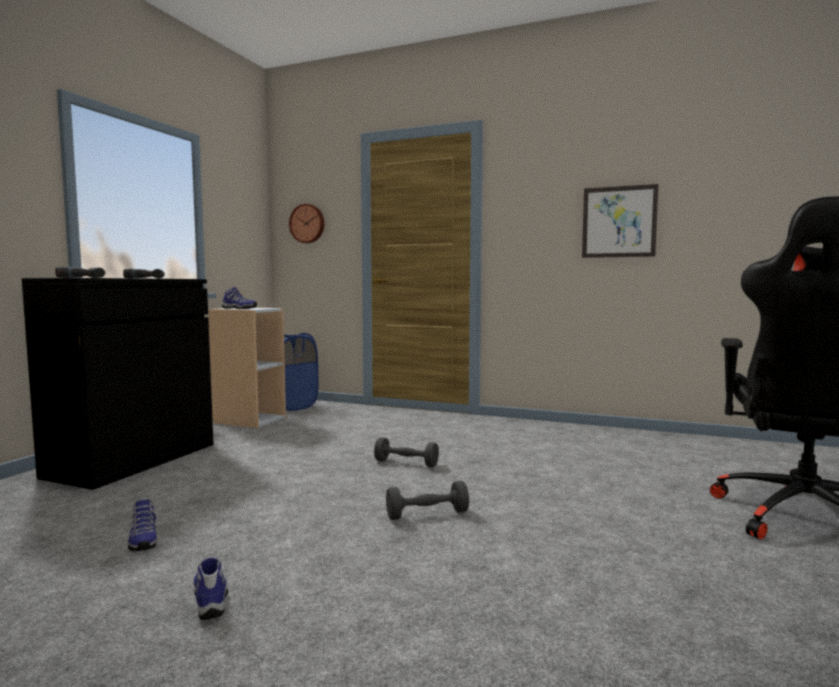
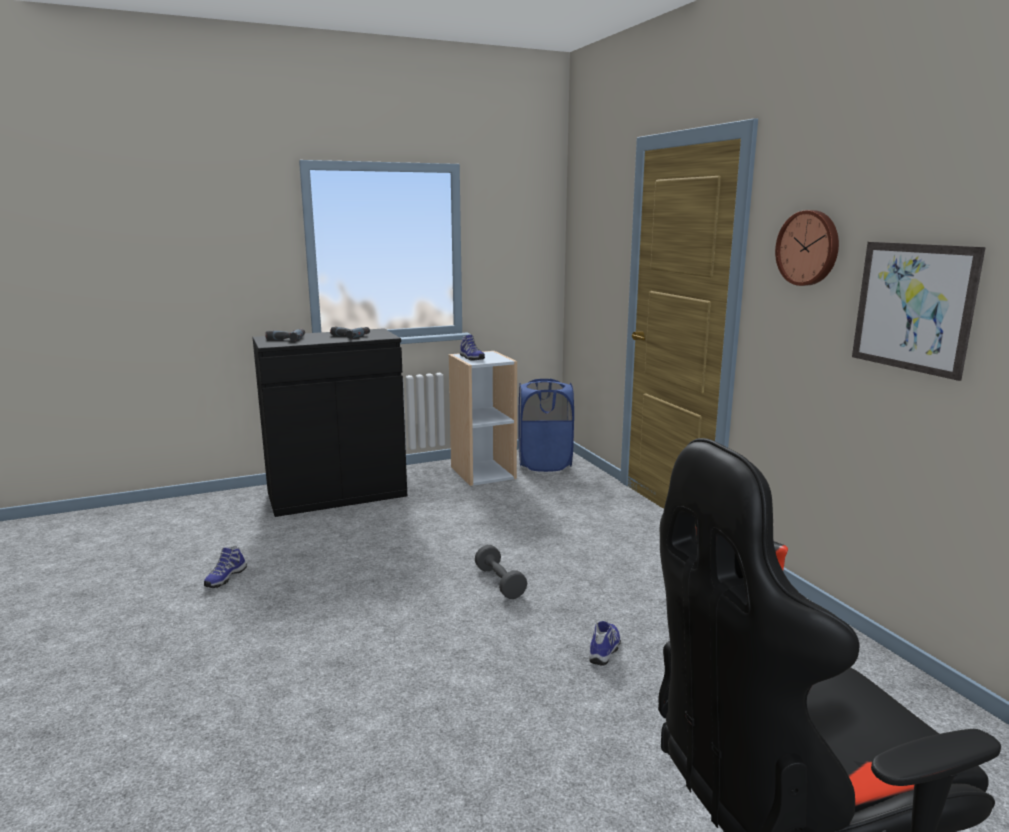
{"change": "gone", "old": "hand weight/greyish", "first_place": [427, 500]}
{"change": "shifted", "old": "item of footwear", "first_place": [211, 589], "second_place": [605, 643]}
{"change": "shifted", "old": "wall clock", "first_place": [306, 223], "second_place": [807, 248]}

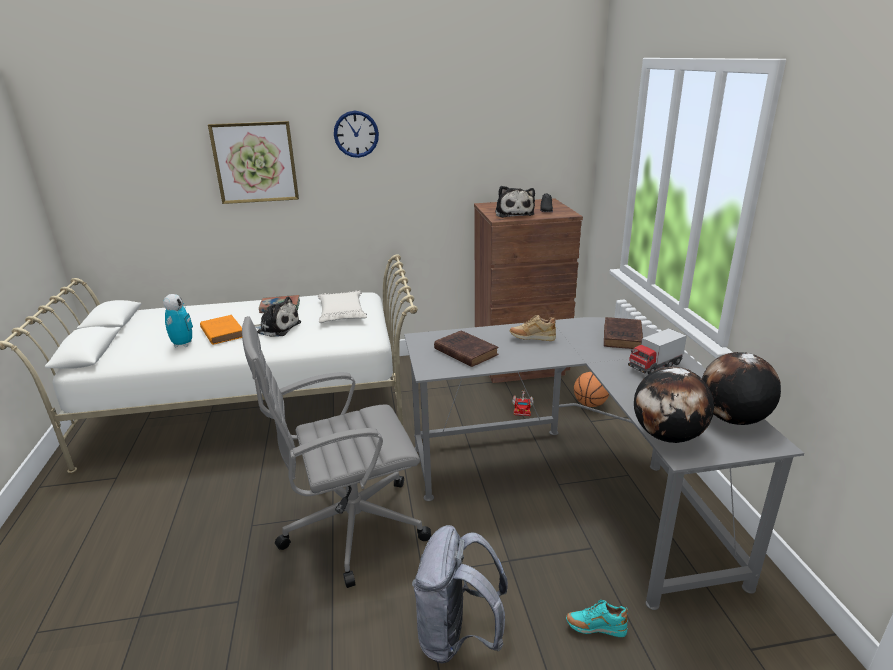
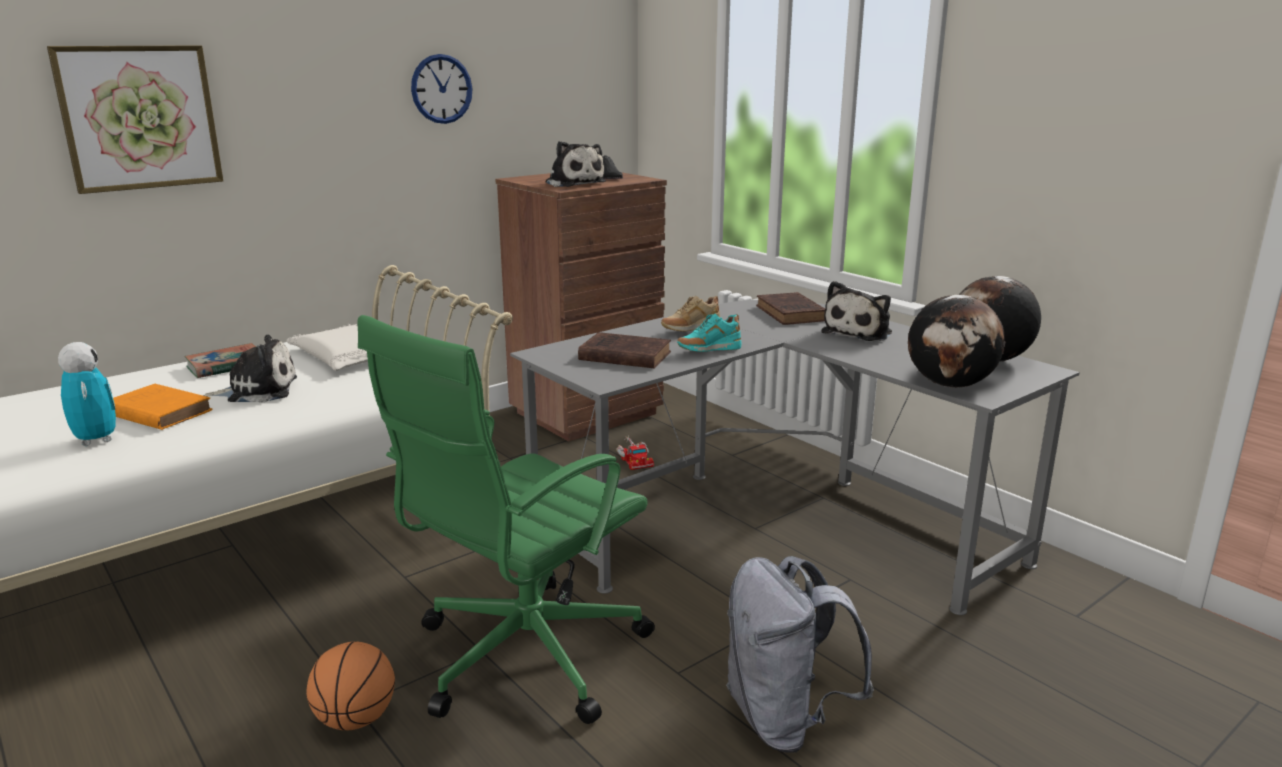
{"change": "shifted", "old": "wall clock", "first_place": [356, 134], "second_place": [442, 89]}
{"change": "shifted", "old": "item of footwear/blue-green", "first_place": [597, 618], "second_place": [709, 333]}
{"change": "shifted", "old": "ball for basketball", "first_place": [591, 389], "second_place": [350, 686]}
{"change": "swapped", "old": "model truck", "new": "soft toy", "first_place": [657, 351], "second_place": [856, 311]}
{"change": "repainted", "old": "office chair/greyish", "new": "office chair/green", "first_place": [336, 452], "second_place": [506, 519]}

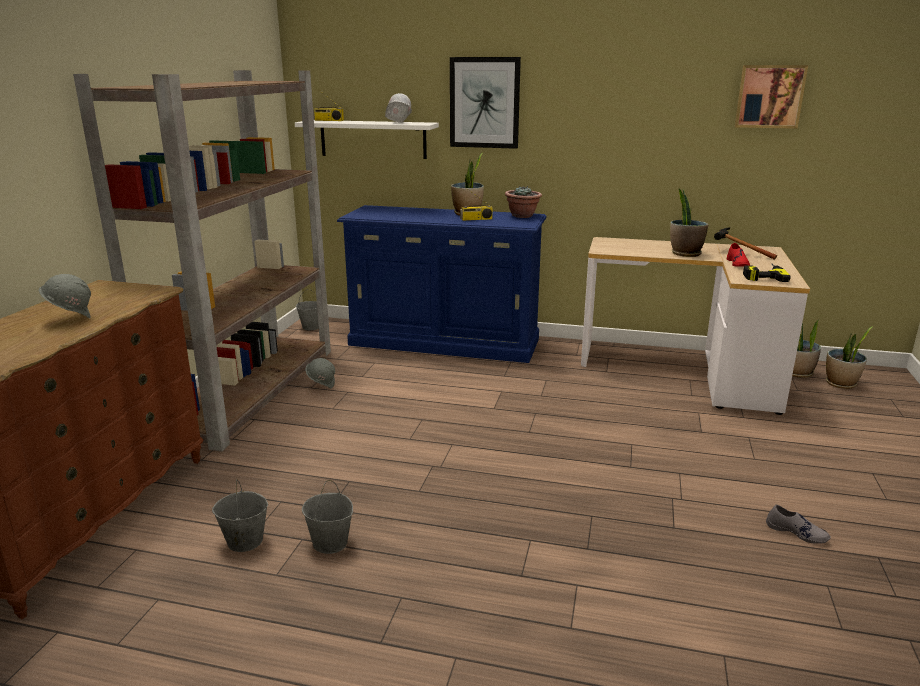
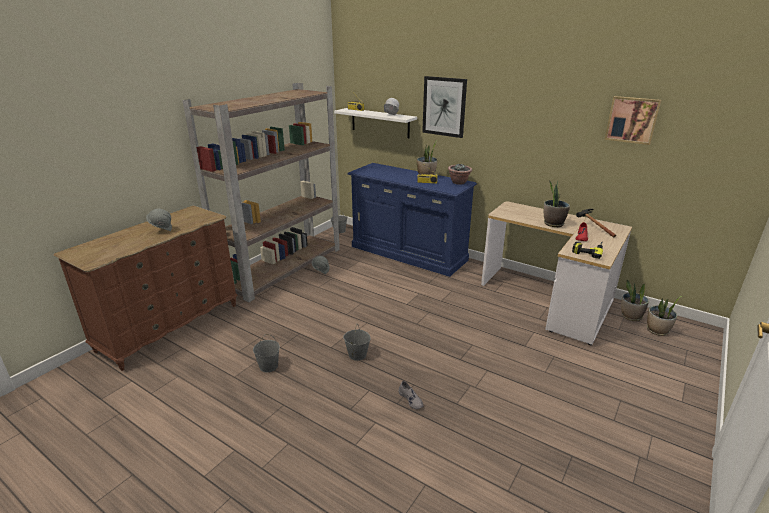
{"change": "shifted", "old": "pail/greyish", "first_place": [240, 515], "second_place": [357, 342]}
{"change": "shifted", "old": "item of footwear/greyish", "first_place": [798, 524], "second_place": [411, 395]}

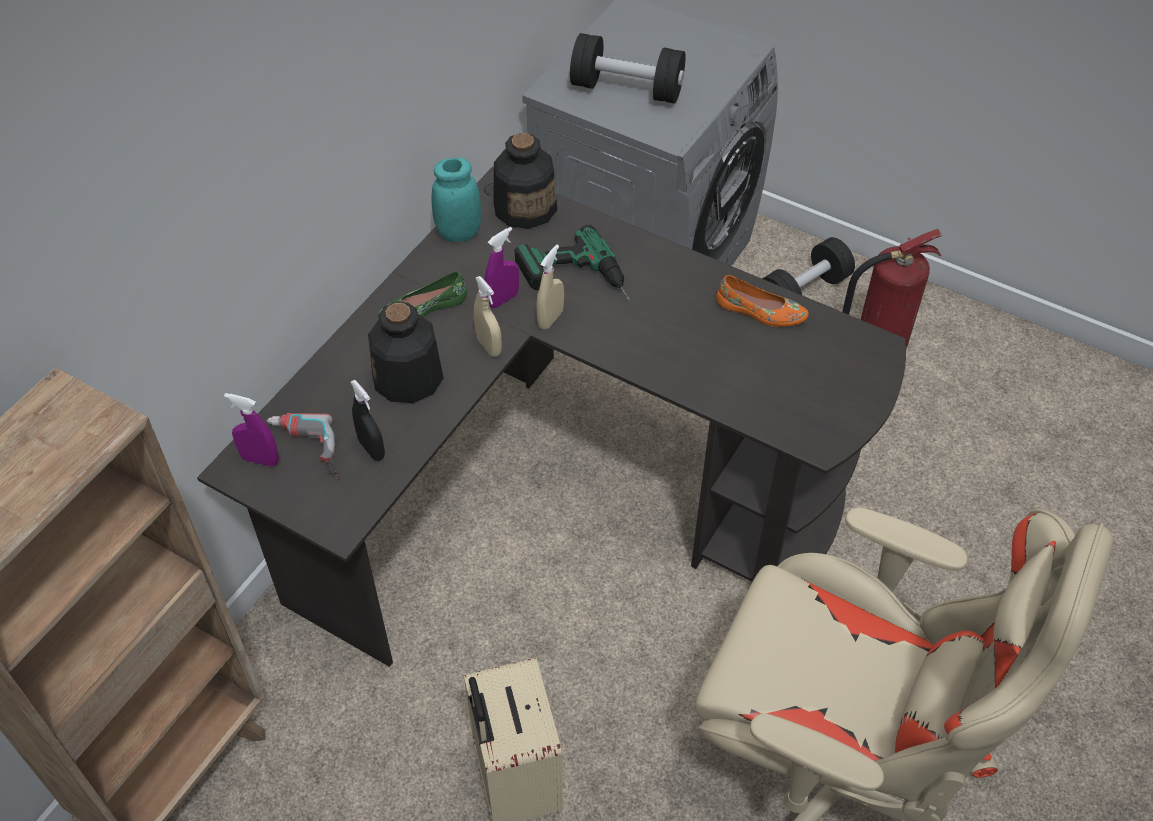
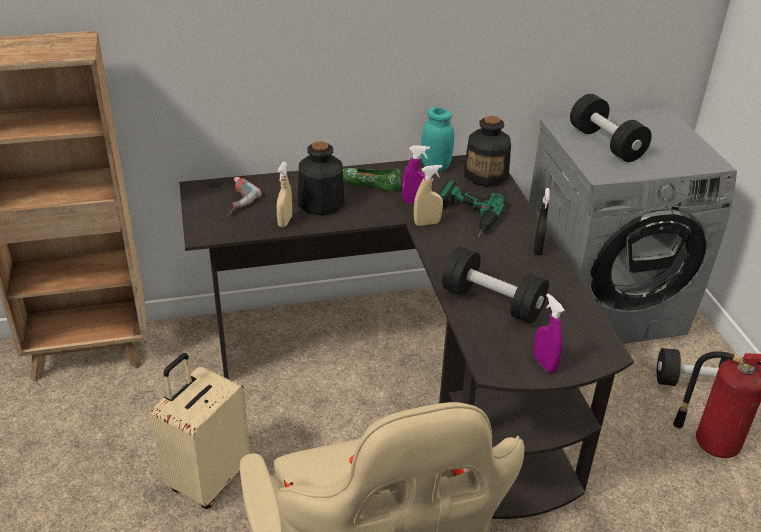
{"change": "gone", "old": "item of footwear/orangey", "first_place": [762, 301]}
{"change": "new", "new": "hand weight/blackish", "second_place": [495, 285]}
{"change": "shifted", "old": "hand sprayer/purple", "first_place": [251, 430], "second_place": [549, 333]}
{"change": "shifted", "old": "hand sprayer/blackish", "first_place": [367, 420], "second_place": [542, 221]}
{"change": "shifted", "old": "hand sprayer/beige", "first_place": [487, 316], "second_place": [284, 194]}

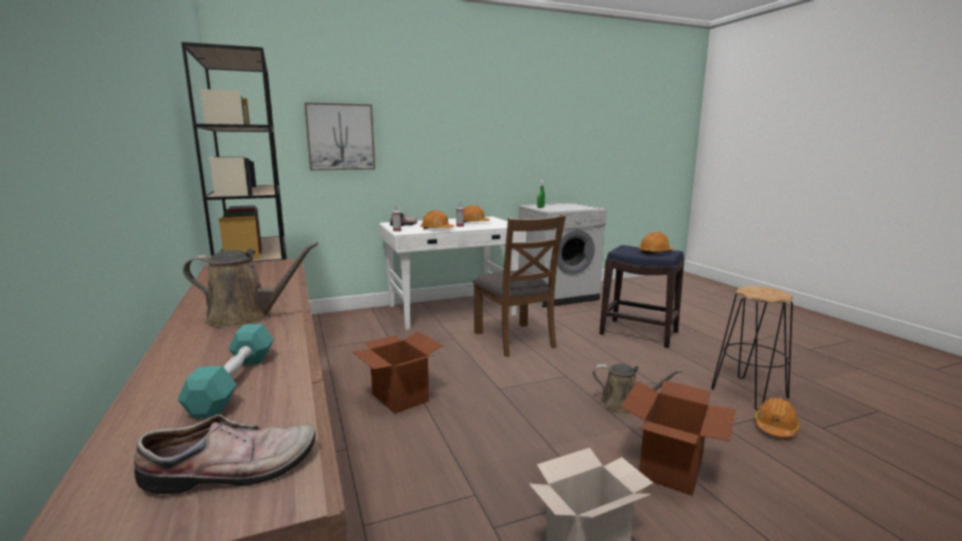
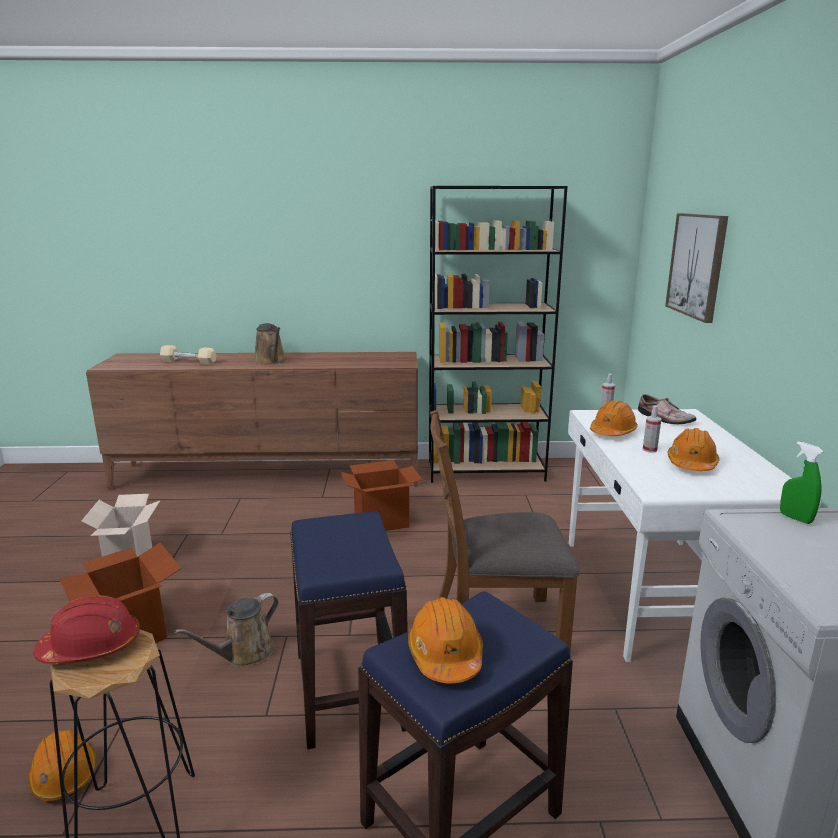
{"change": "gone", "old": "item of footwear", "first_place": [225, 454]}
{"change": "new", "new": "hard hat/red", "second_place": [86, 629]}
{"change": "new", "new": "stool", "second_place": [349, 630]}
{"change": "repainted", "old": "hand weight/blue-green", "new": "hand weight/beige", "first_place": [225, 371], "second_place": [188, 355]}
{"change": "rotated", "old": "watering can/brownish", "first_place": [250, 285], "second_place": [270, 343], "degrees": -45}

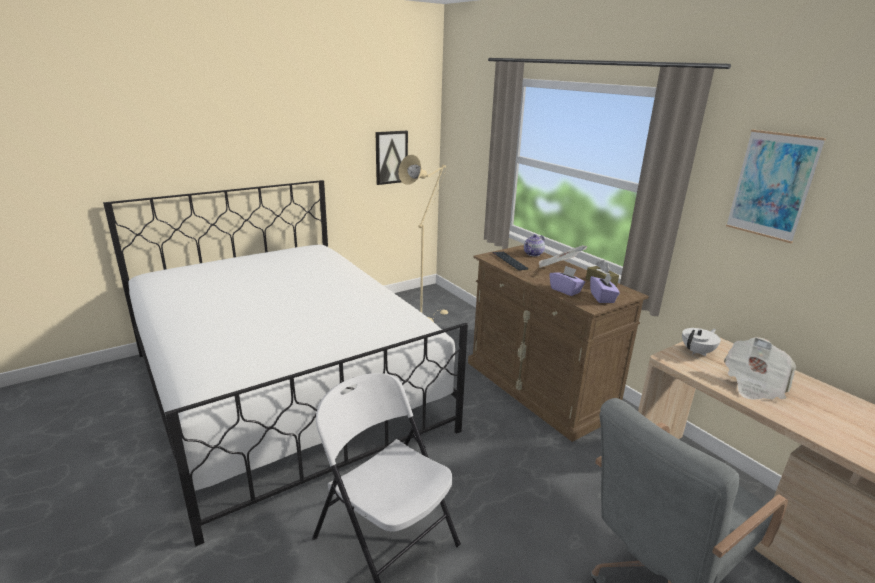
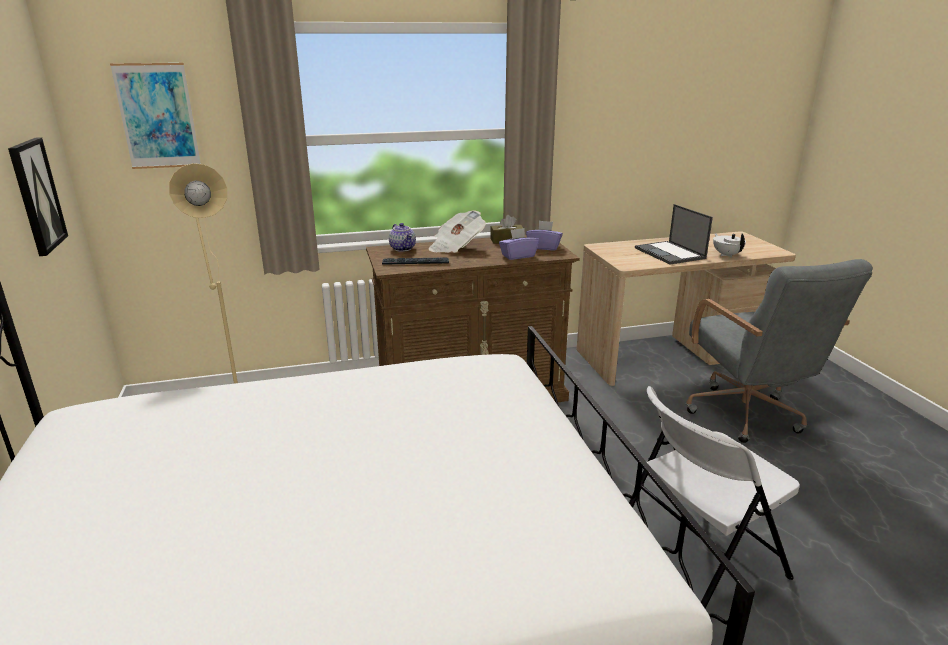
{"change": "shifted", "old": "tea pot/whitish", "first_place": [701, 342], "second_place": [729, 245]}
{"change": "shifted", "old": "wall art", "first_place": [776, 186], "second_place": [155, 116]}
{"change": "swapped", "old": "printed paper", "new": "portable computer", "first_place": [760, 368], "second_place": [674, 234]}

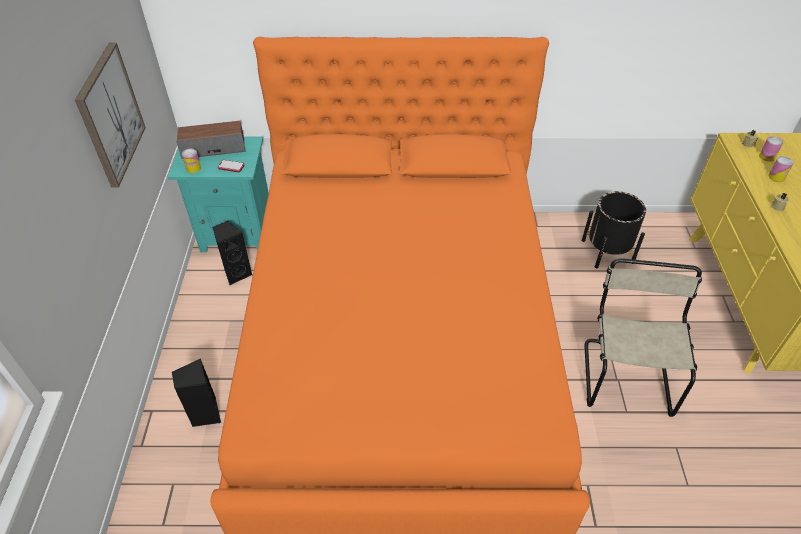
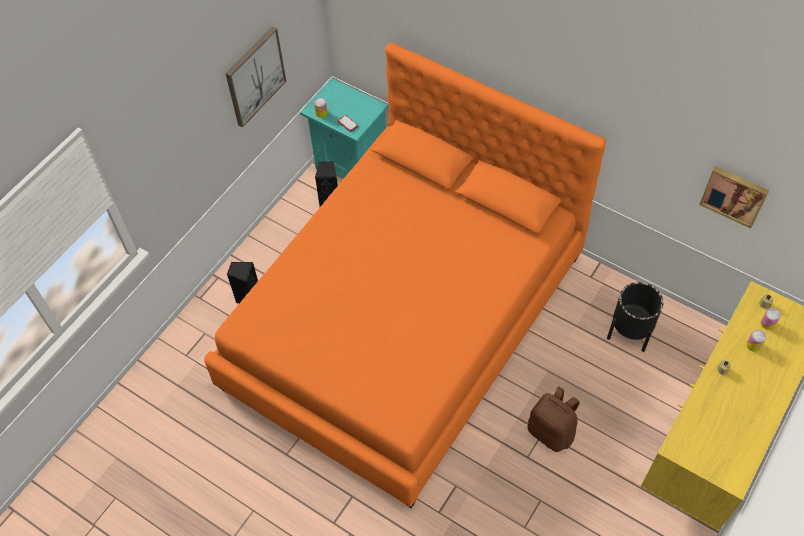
{"change": "gone", "old": "loudspeaker", "first_place": [210, 140]}
{"change": "new", "new": "wall art", "second_place": [734, 197]}
{"change": "swapped", "old": "plain chair/beige", "new": "backpack/brownish", "first_place": [643, 337], "second_place": [554, 419]}

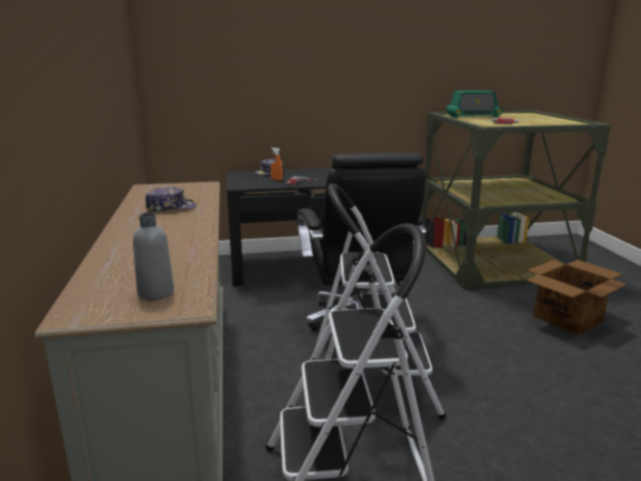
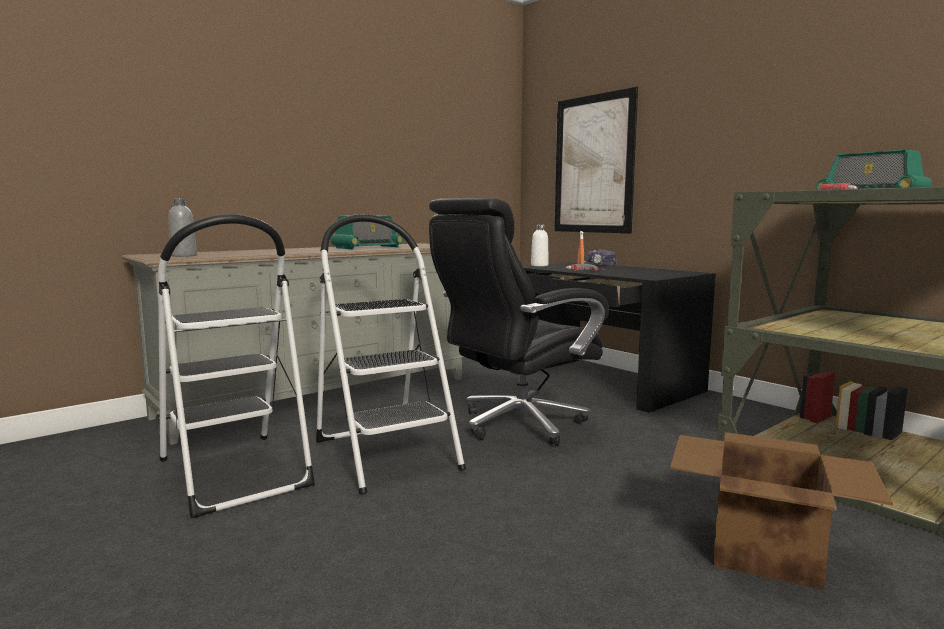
{"change": "new", "new": "bottle/whitish", "second_place": [540, 245]}
{"change": "new", "new": "wall art", "second_place": [596, 160]}
{"change": "swapped", "old": "peaked cap", "new": "radio set", "first_place": [170, 199], "second_place": [367, 232]}

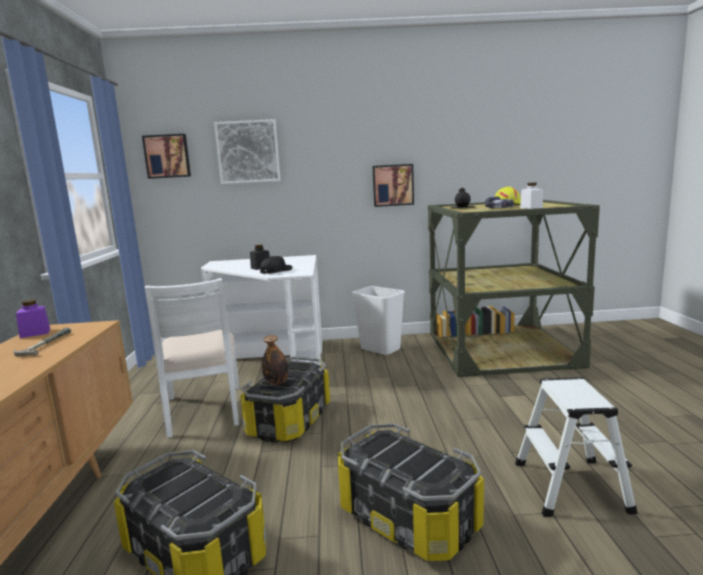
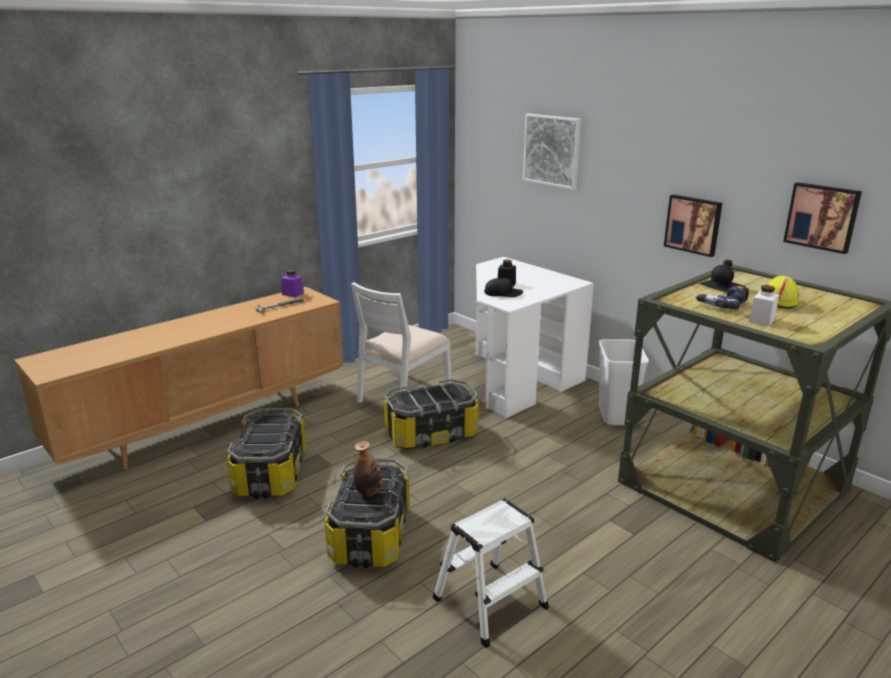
{"change": "shifted", "old": "wall art", "first_place": [166, 156], "second_place": [822, 218]}
{"change": "shifted", "old": "bottle", "first_place": [275, 360], "second_place": [368, 468]}

